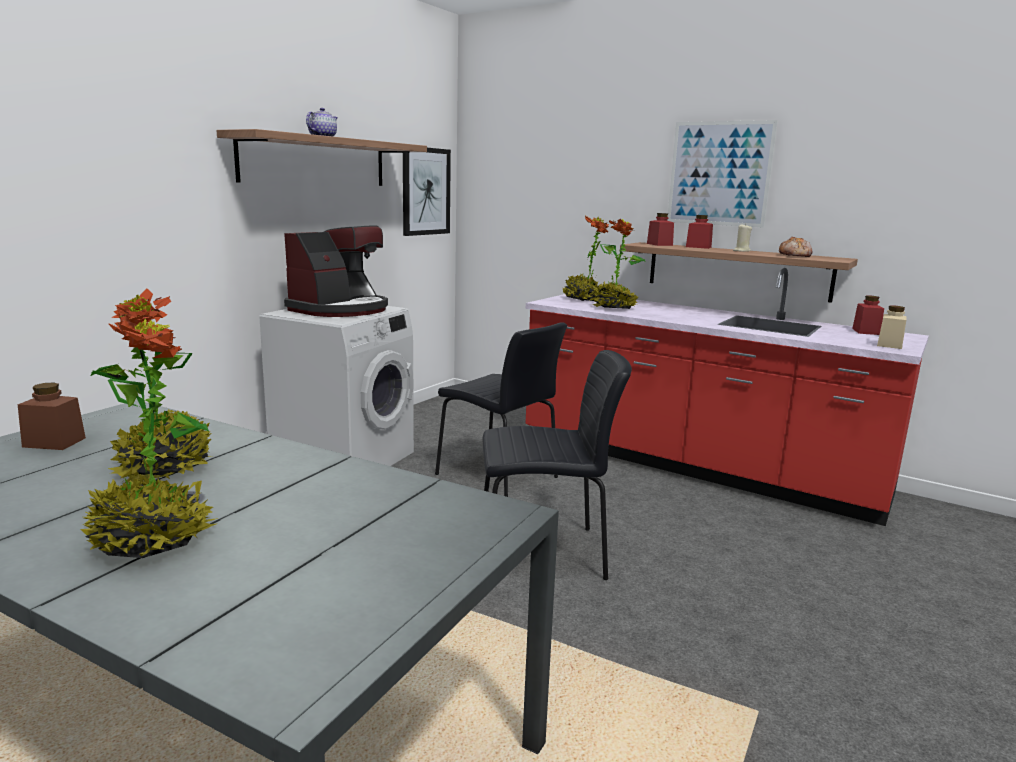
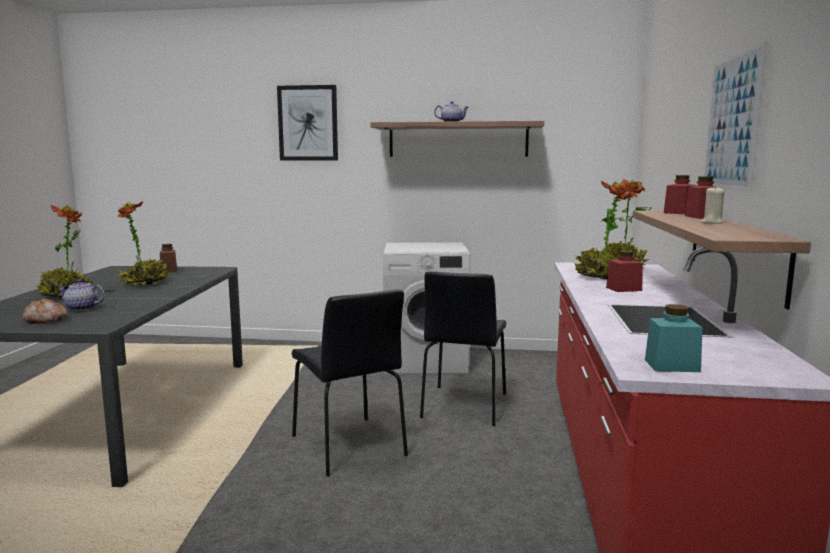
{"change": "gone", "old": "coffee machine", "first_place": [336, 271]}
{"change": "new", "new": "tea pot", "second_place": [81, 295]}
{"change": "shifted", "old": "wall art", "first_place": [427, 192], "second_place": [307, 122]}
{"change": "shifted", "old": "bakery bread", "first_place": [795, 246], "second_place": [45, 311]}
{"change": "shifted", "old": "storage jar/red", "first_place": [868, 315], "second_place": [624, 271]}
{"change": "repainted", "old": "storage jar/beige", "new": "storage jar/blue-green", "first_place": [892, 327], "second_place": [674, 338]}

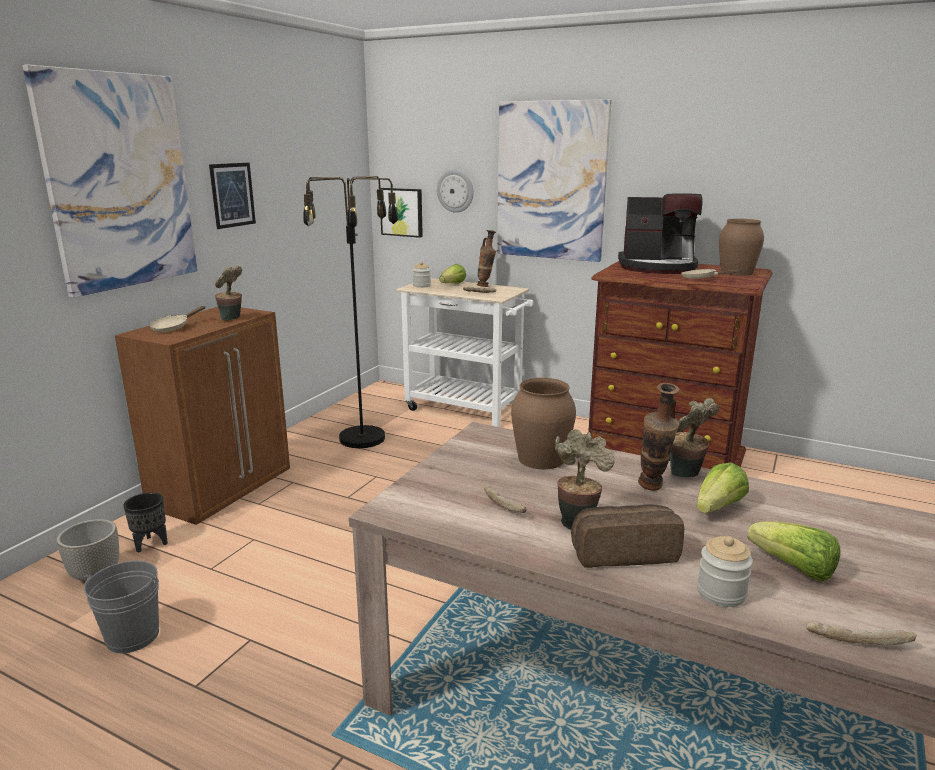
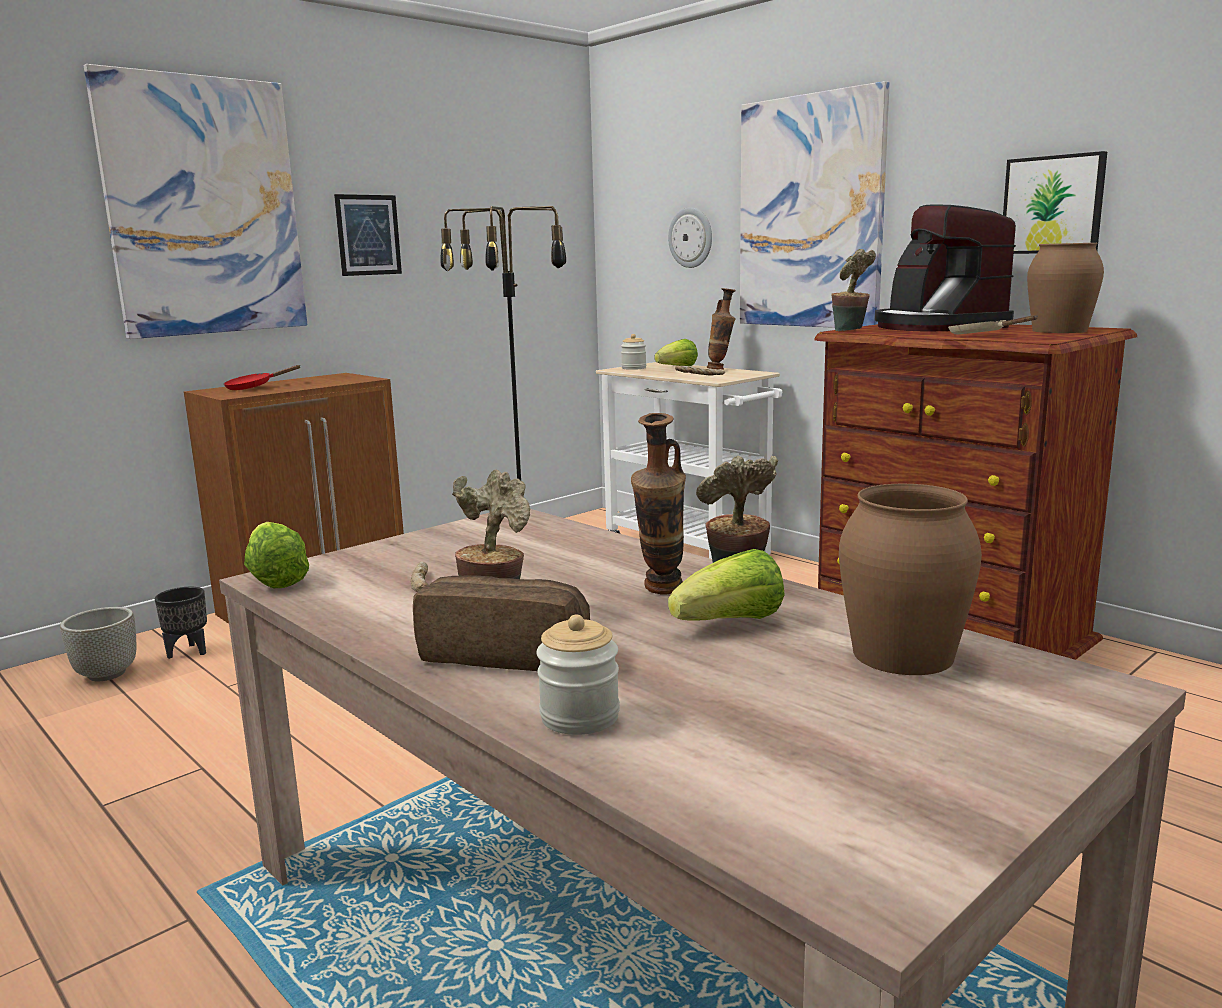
{"change": "gone", "old": "pail/greyish", "first_place": [121, 607]}
{"change": "gone", "old": "bakery bread", "first_place": [861, 633]}
{"change": "shifted", "old": "potted plant", "first_place": [228, 293], "second_place": [853, 290]}
{"change": "shifted", "old": "wall art", "first_place": [402, 213], "second_place": [1055, 202]}
{"change": "shifted", "old": "decorative vase/brownish", "first_place": [543, 423], "second_place": [910, 579]}
{"change": "shifted", "old": "lettuce head", "first_place": [793, 551], "second_place": [276, 554]}
{"change": "repainted", "old": "frying pan/beige", "new": "frying pan/red", "first_place": [177, 319], "second_place": [262, 377]}
{"change": "rotated", "old": "coffee machine", "first_place": [660, 233], "second_place": [945, 268], "degrees": 45}

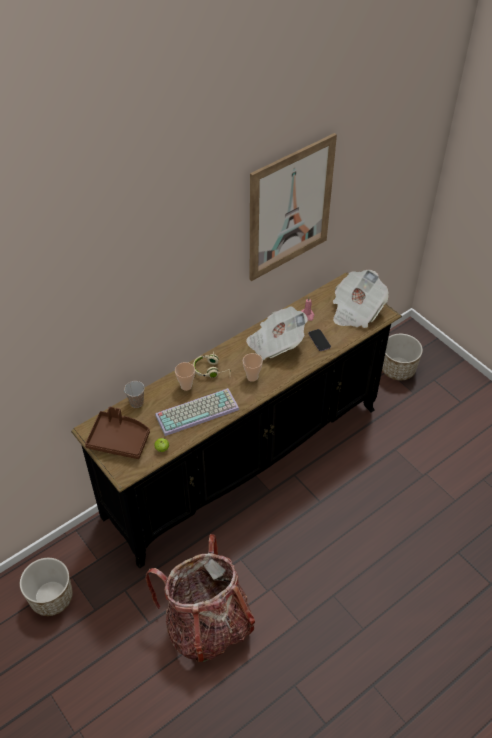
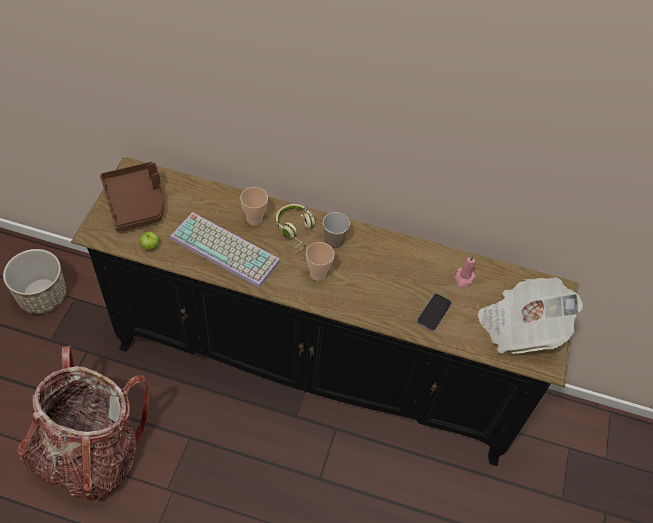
{"change": "gone", "old": "printed paper", "first_place": [277, 333]}
{"change": "gone", "old": "wall art", "first_place": [293, 207]}
{"change": "gone", "old": "plant pot", "first_place": [402, 357]}
{"change": "shifted", "old": "drinking cup", "first_place": [134, 394], "second_place": [336, 230]}

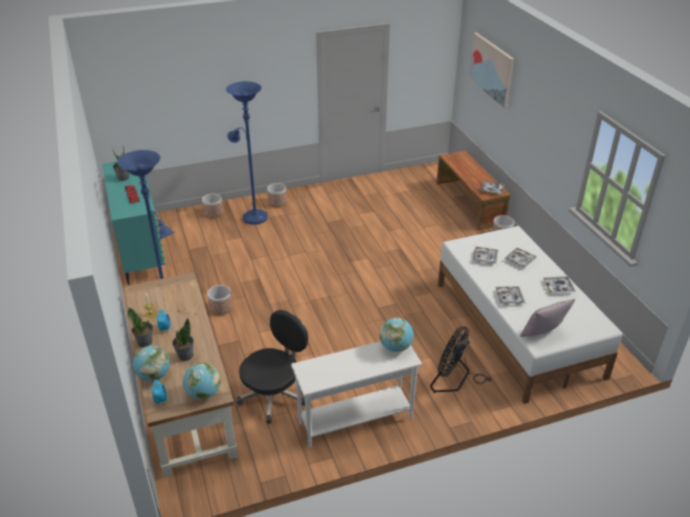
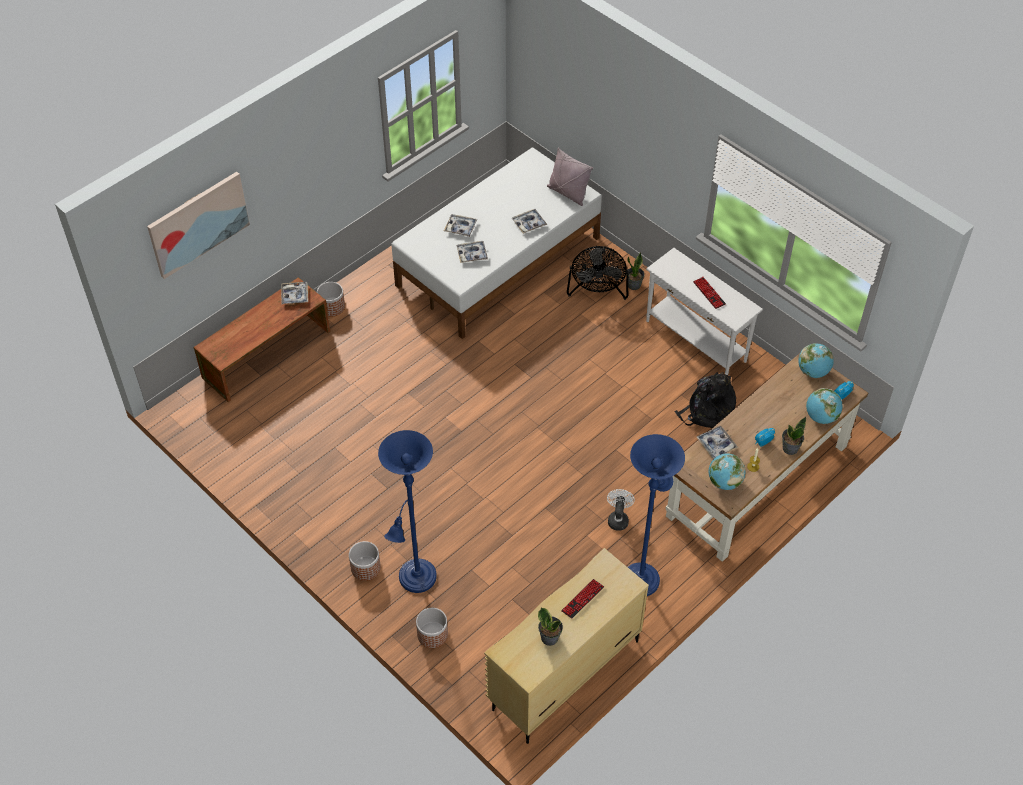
{"change": "new", "new": "keyboard", "second_place": [709, 293]}
{"change": "shifted", "old": "potted plant", "first_place": [183, 339], "second_place": [635, 271]}
{"change": "shifted", "old": "globe", "first_place": [396, 335], "second_place": [727, 471]}
{"change": "shifted", "old": "tray", "first_place": [559, 284], "second_place": [717, 442]}
{"change": "swapped", "old": "plant pot", "new": "electric fan/whitish", "first_place": [219, 300], "second_place": [621, 510]}
{"change": "swapped", "old": "office chair/blackish", "new": "backpack/blackish", "first_place": [272, 367], "second_place": [705, 400]}
{"change": "repainted", "old": "chest of drawers/blue-green", "new": "chest of drawers/beige", "first_place": [134, 223], "second_place": [566, 646]}

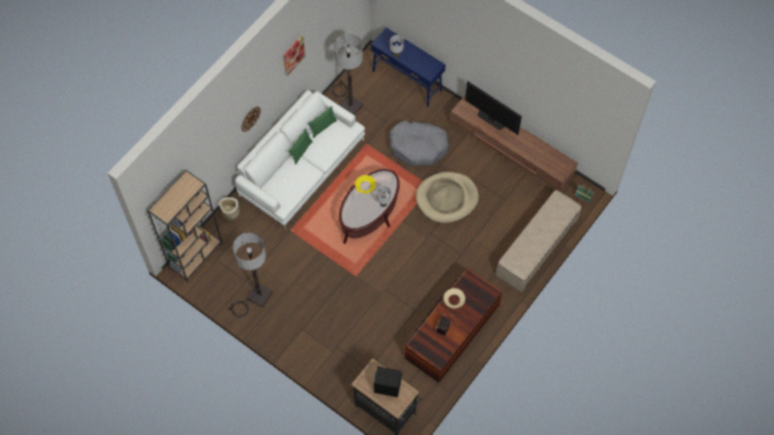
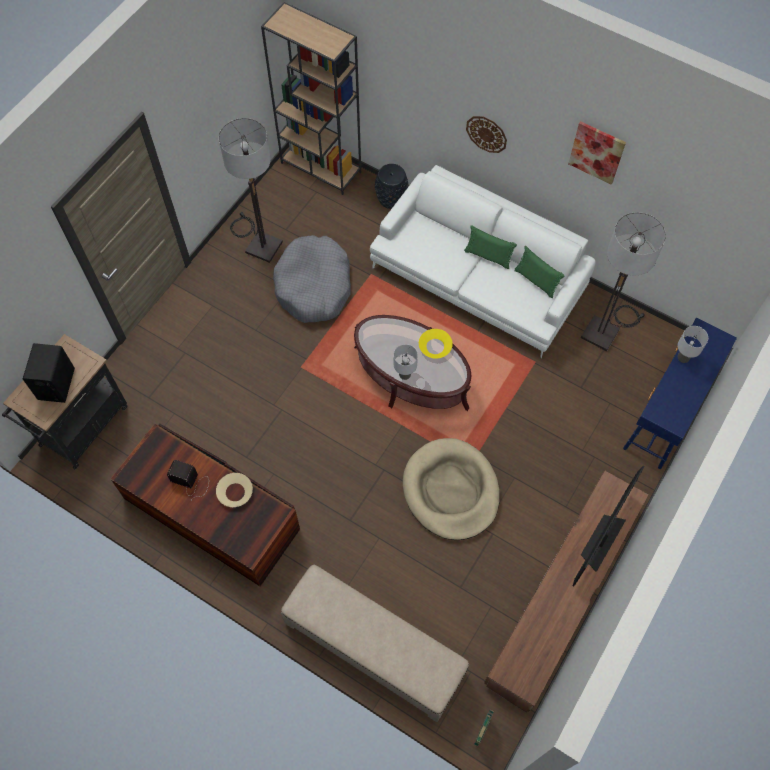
{"change": "shifted", "old": "dog bed/greyish", "first_place": [419, 143], "second_place": [312, 279]}
{"change": "swapped", "old": "plant pot/beige", "new": "stool/blackish", "first_place": [229, 208], "second_place": [391, 186]}

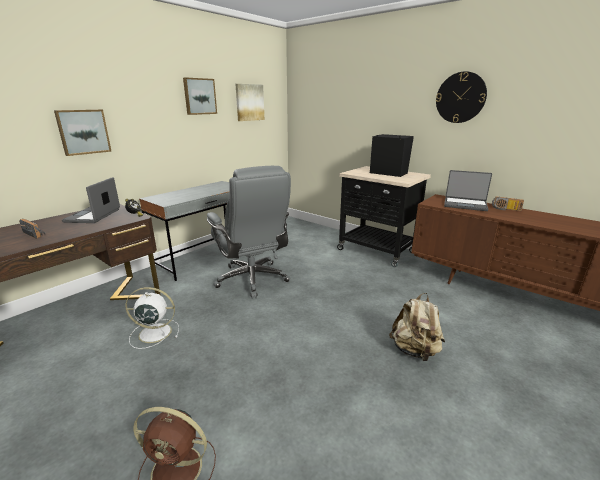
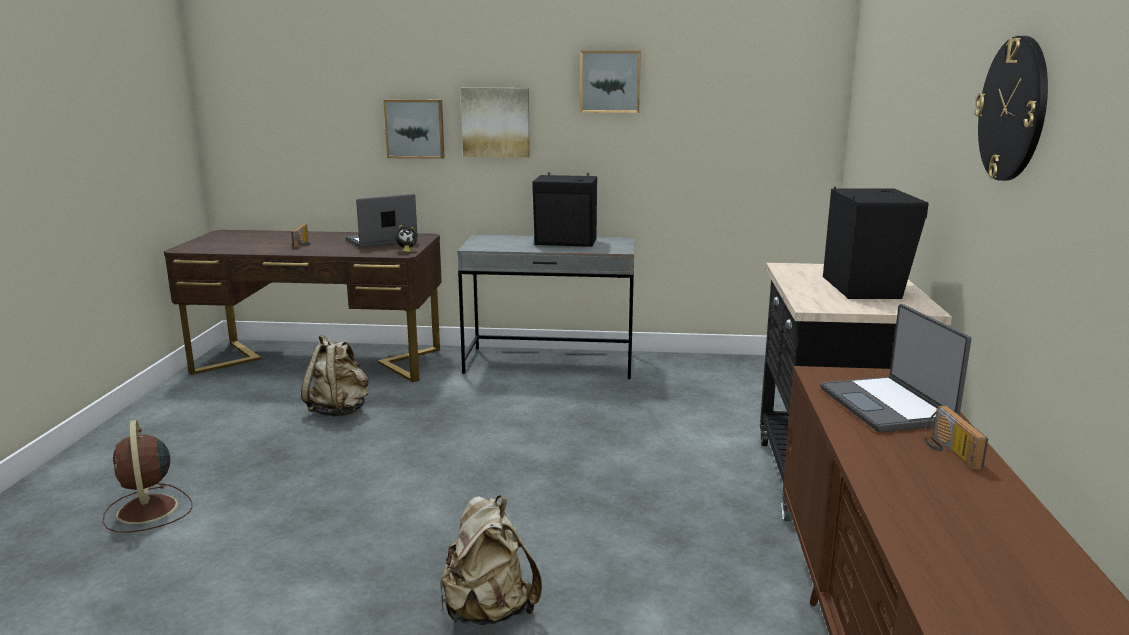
{"change": "gone", "old": "office chair/greyish", "first_place": [249, 232]}
{"change": "new", "new": "loudspeaker/blackish", "second_place": [564, 209]}
{"change": "shifted", "old": "wall art", "first_place": [250, 102], "second_place": [495, 123]}
{"change": "swapped", "old": "electric fan/whitish", "new": "backpack/beige", "first_place": [152, 318], "second_place": [335, 376]}

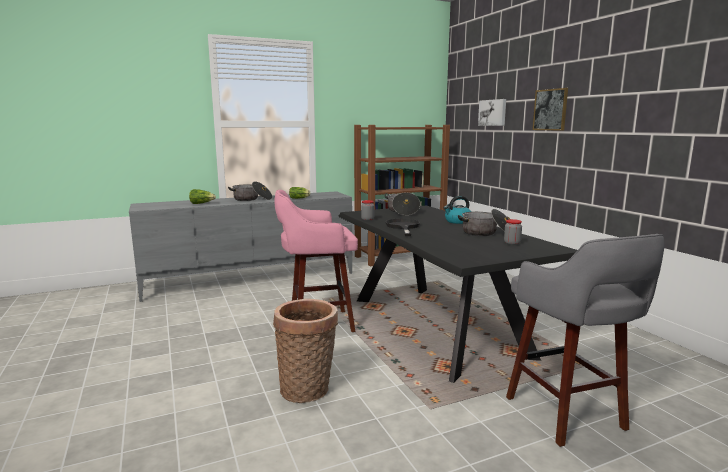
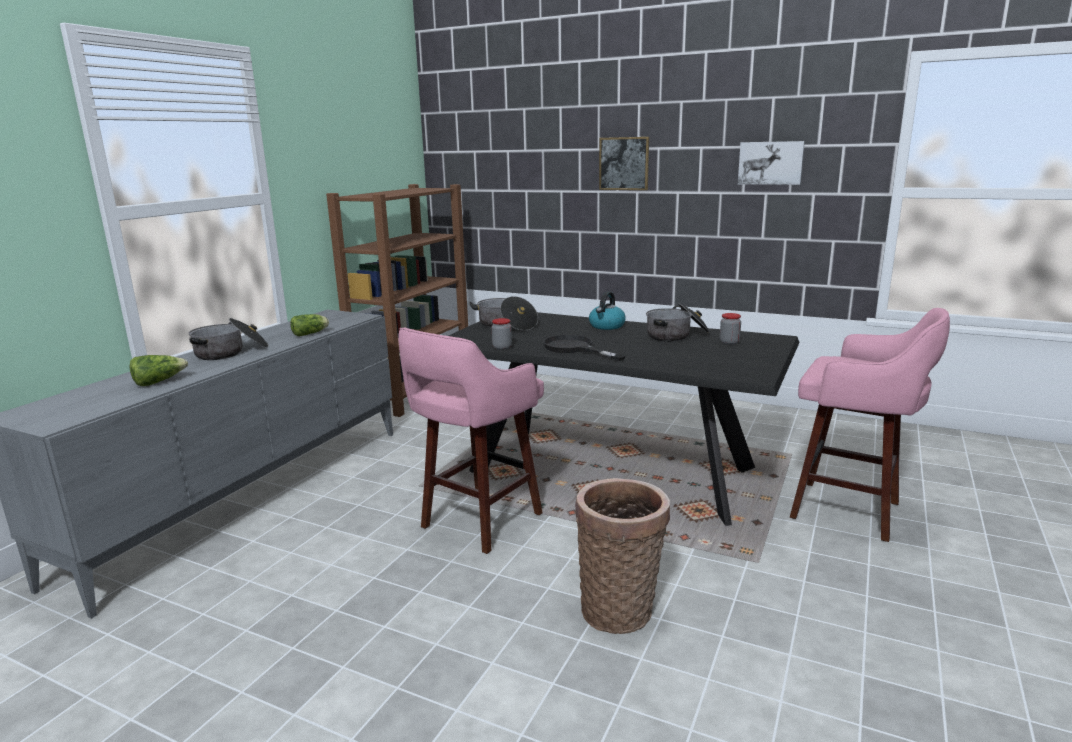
{"change": "shifted", "old": "wall art", "first_place": [492, 112], "second_place": [771, 163]}
{"change": "repainted", "old": "stool/greyish", "new": "stool/pink", "first_place": [585, 340], "second_place": [870, 425]}

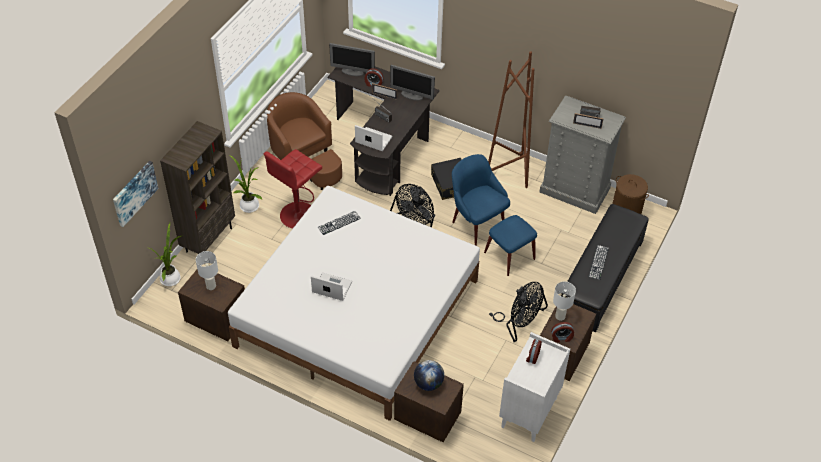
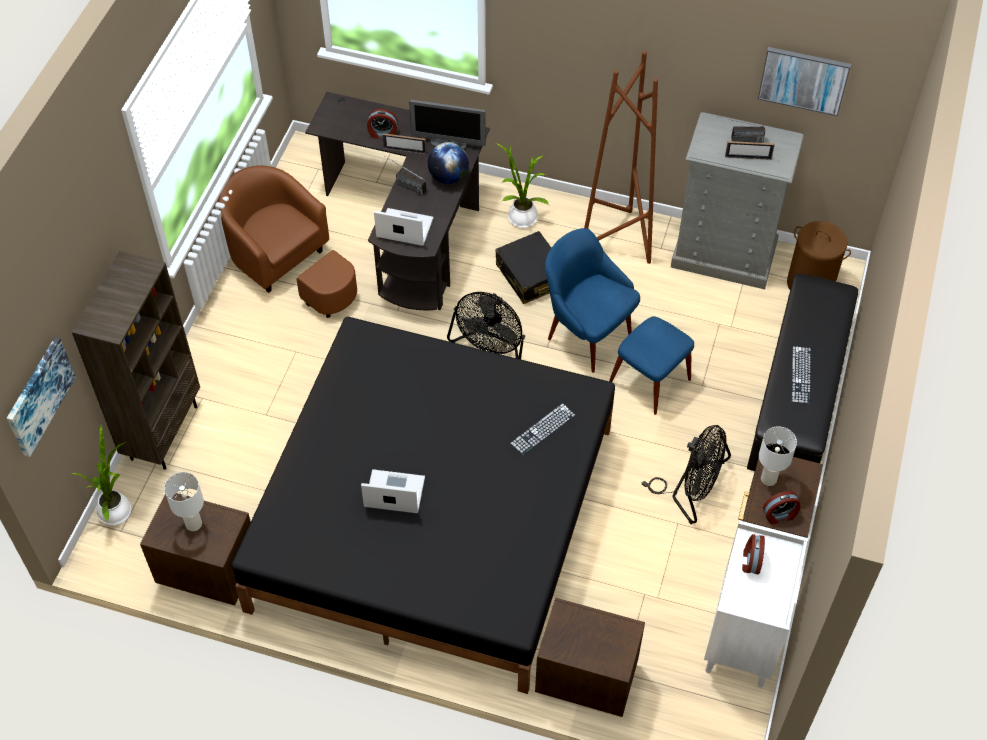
{"change": "gone", "old": "stool/red", "first_place": [293, 188]}
{"change": "gone", "old": "monitor", "first_place": [352, 59]}
{"change": "new", "new": "wall art", "second_place": [804, 81]}
{"change": "shifted", "old": "potted plant", "first_place": [245, 184], "second_place": [521, 185]}
{"change": "shifted", "old": "keyboard", "first_place": [339, 223], "second_place": [543, 429]}
{"change": "shifted", "old": "globe", "first_place": [429, 375], "second_place": [448, 163]}
{"change": "repainted", "old": "bed/whitish", "new": "bed/blackish", "first_place": [354, 303], "second_place": [423, 505]}

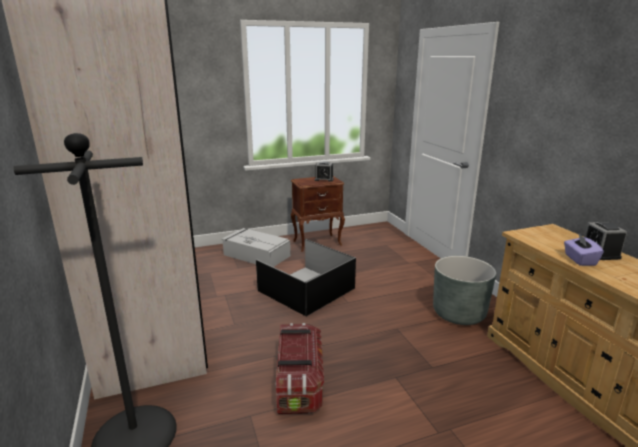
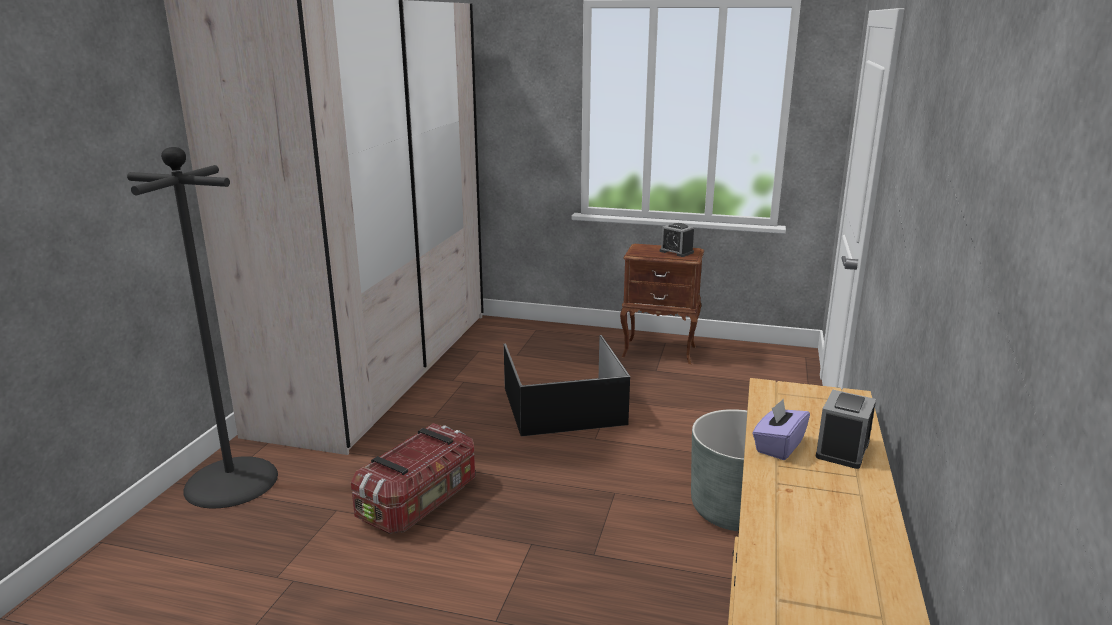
{"change": "gone", "old": "storage container/greyish", "first_place": [256, 247]}

